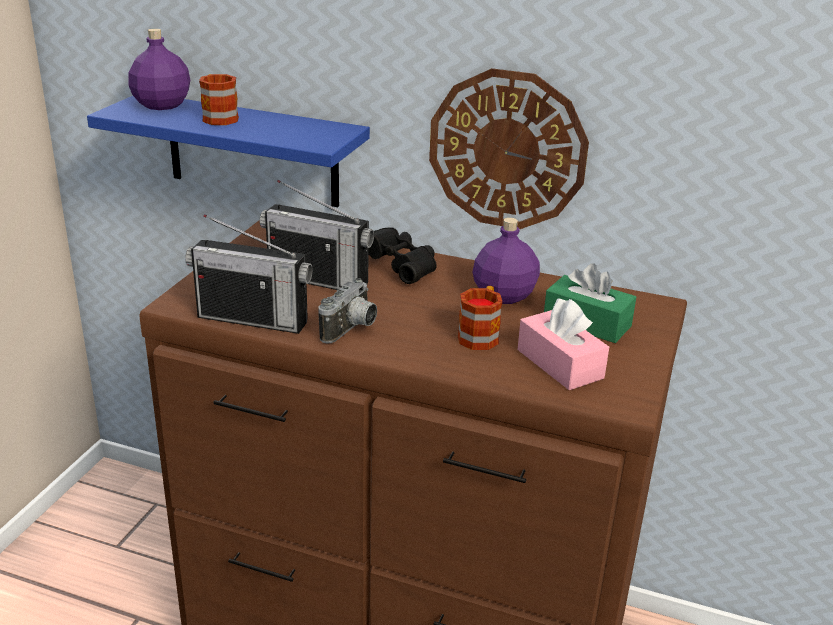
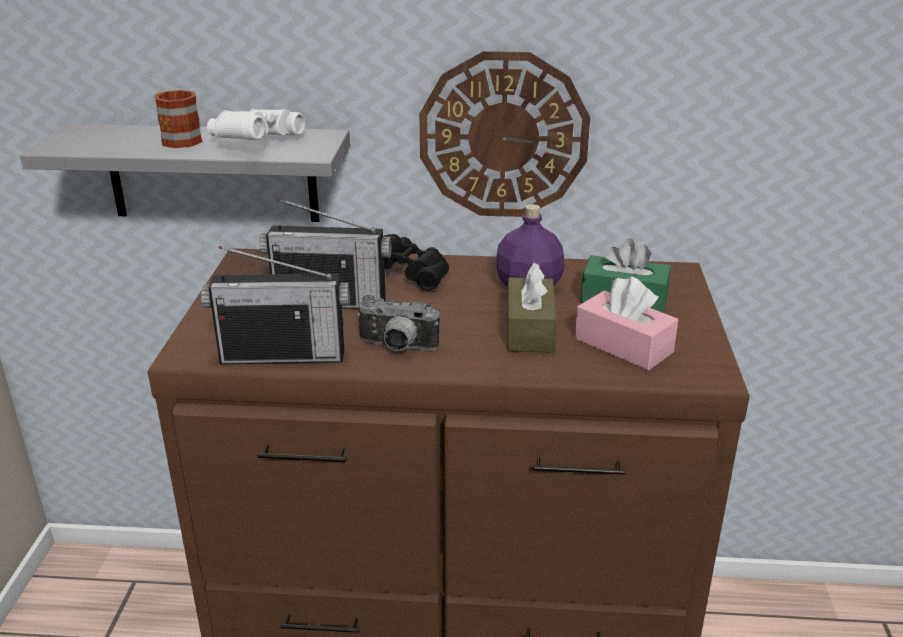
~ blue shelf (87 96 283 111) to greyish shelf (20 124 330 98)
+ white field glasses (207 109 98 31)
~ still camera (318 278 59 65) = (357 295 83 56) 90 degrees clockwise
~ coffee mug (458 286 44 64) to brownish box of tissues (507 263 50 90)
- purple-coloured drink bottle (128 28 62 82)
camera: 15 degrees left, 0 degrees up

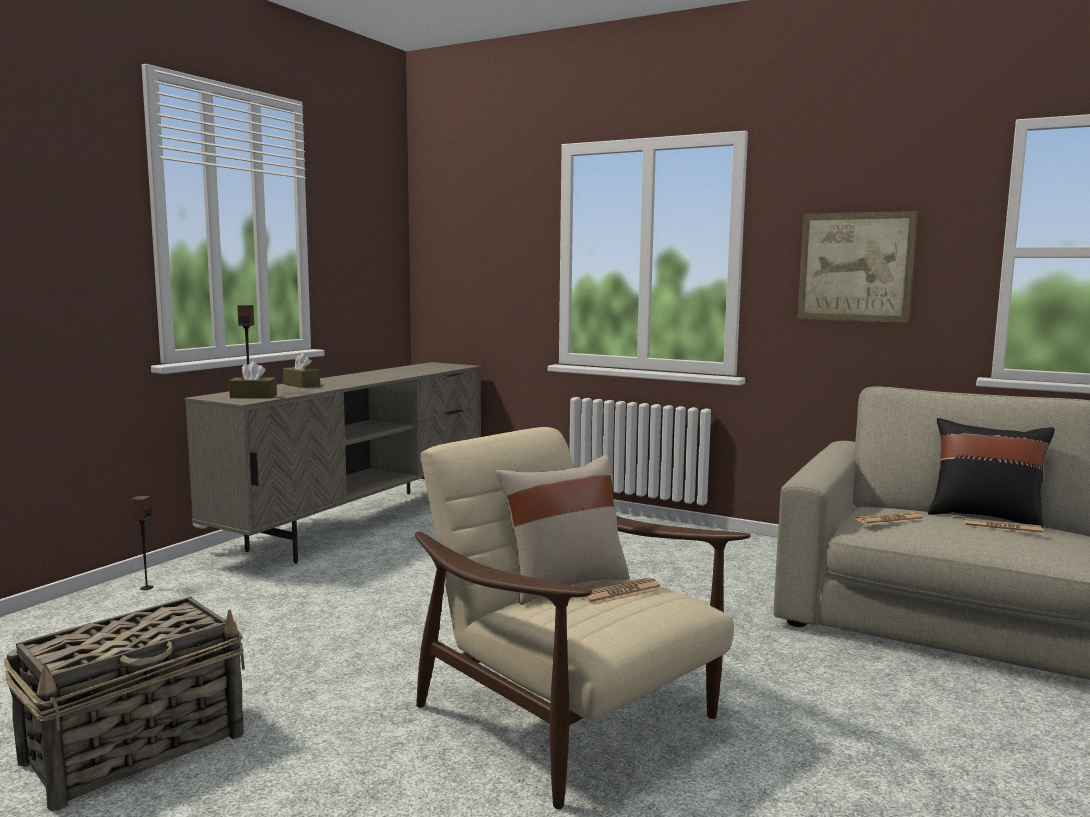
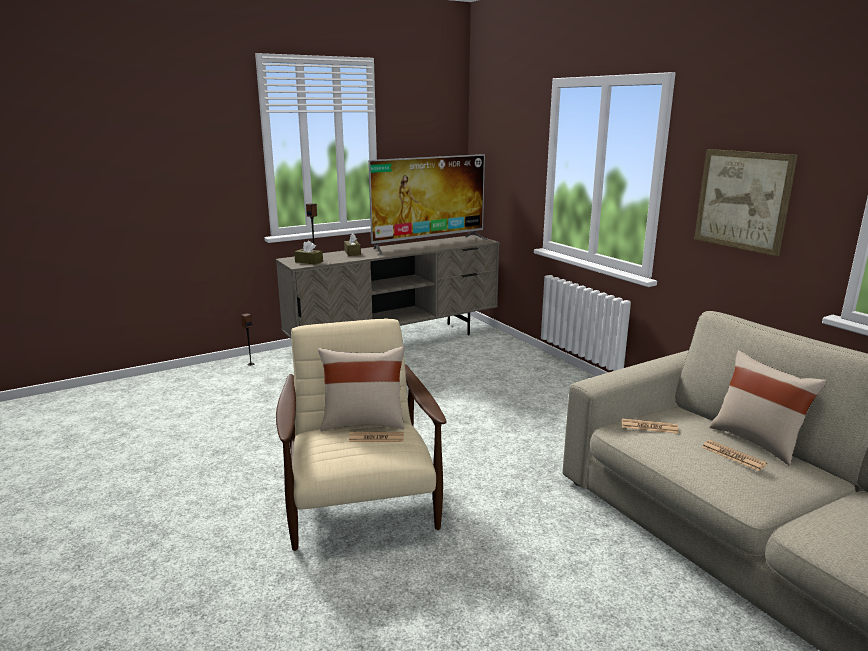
+ television (368 154 120 101)
~ black cushion (928 418 127 110) to beige cushion (710 350 117 116)
- household basket (4 596 241 215)
camera: 30 degrees right, 10 degrees up

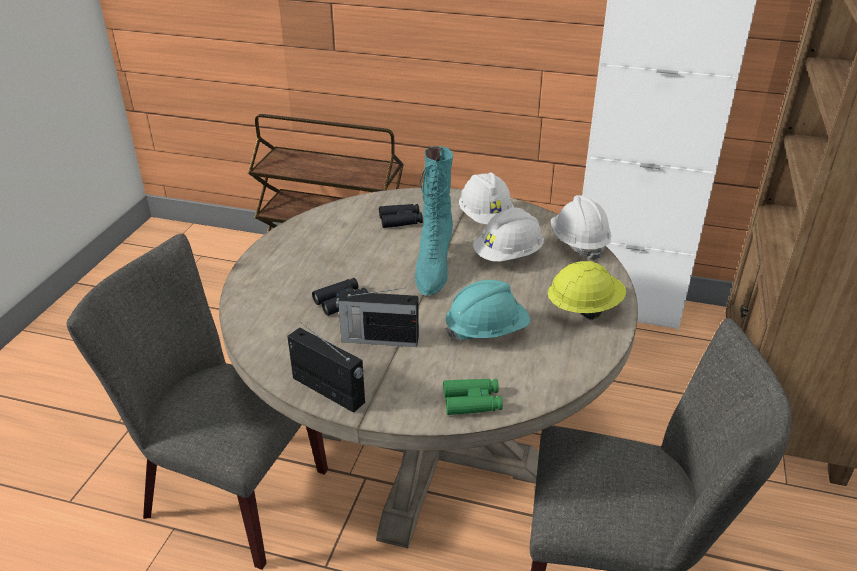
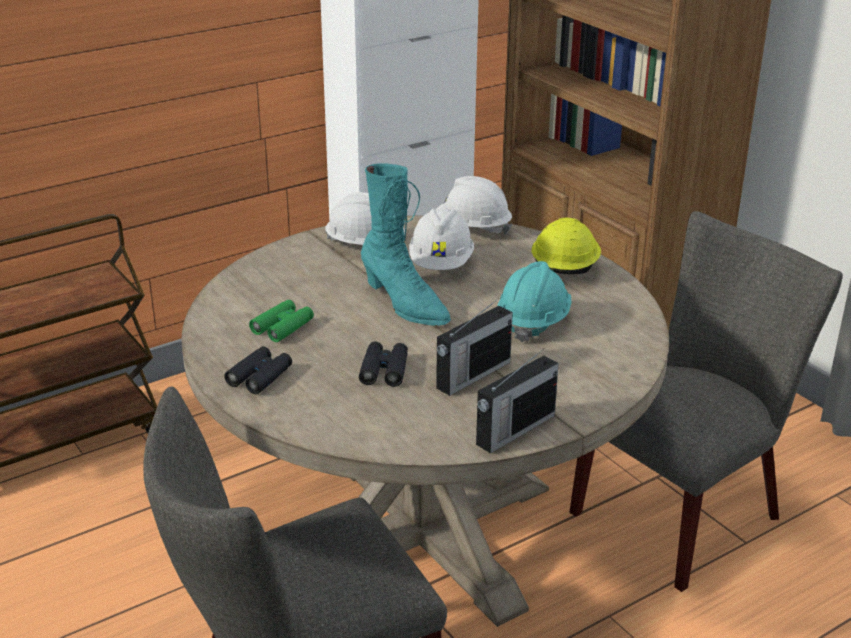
~ black field glasses (379 204 44 24) to (224 346 68 48)
~ green field glasses (443 379 60 36) to (249 300 65 42)
~ radio receiver (287 323 78 90) = (476 349 83 105) 150 degrees clockwise
camera: 50 degrees left, 5 degrees down

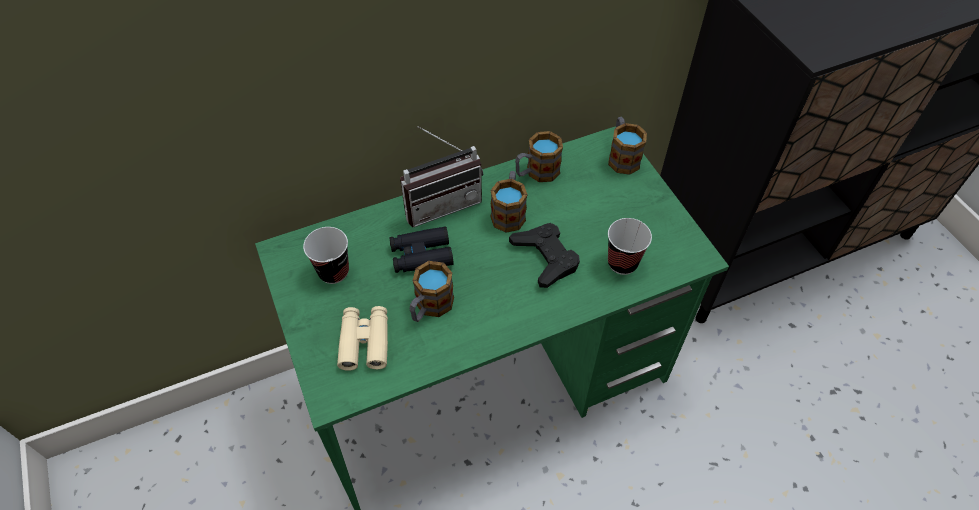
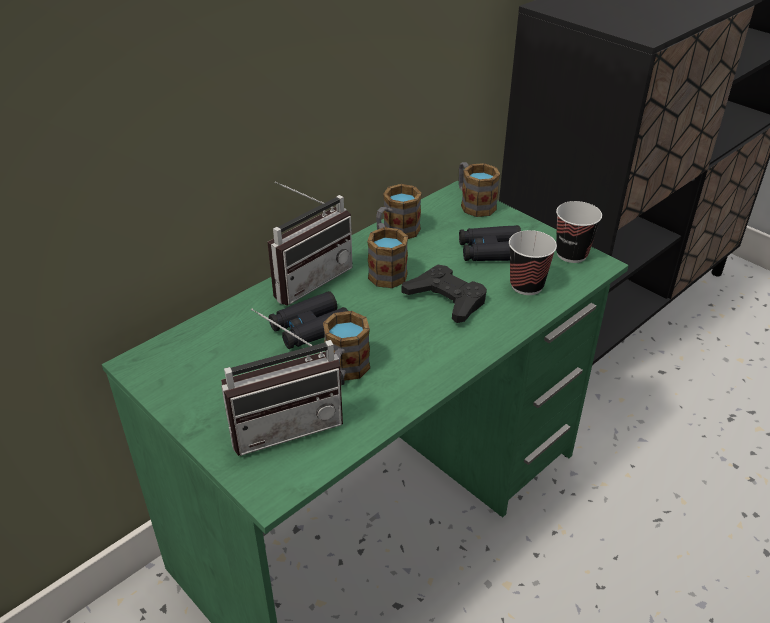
~ beige field glasses (337 306 51 65) to radio receiver (221 308 124 148)
+ black field glasses (459 225 62 36)
~ drinking cup (303 227 46 57) to (556 201 46 62)
camera: 20 degrees left, 15 degrees down

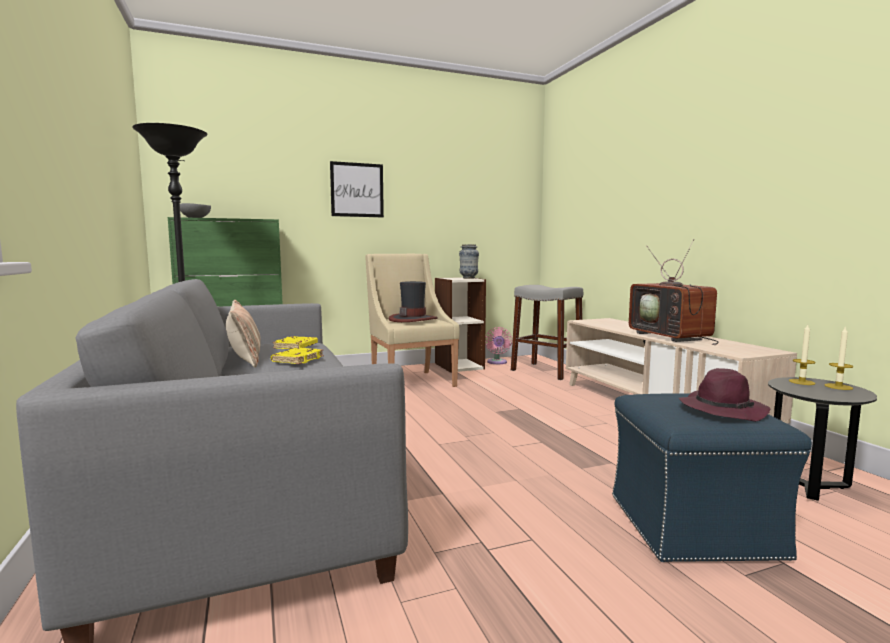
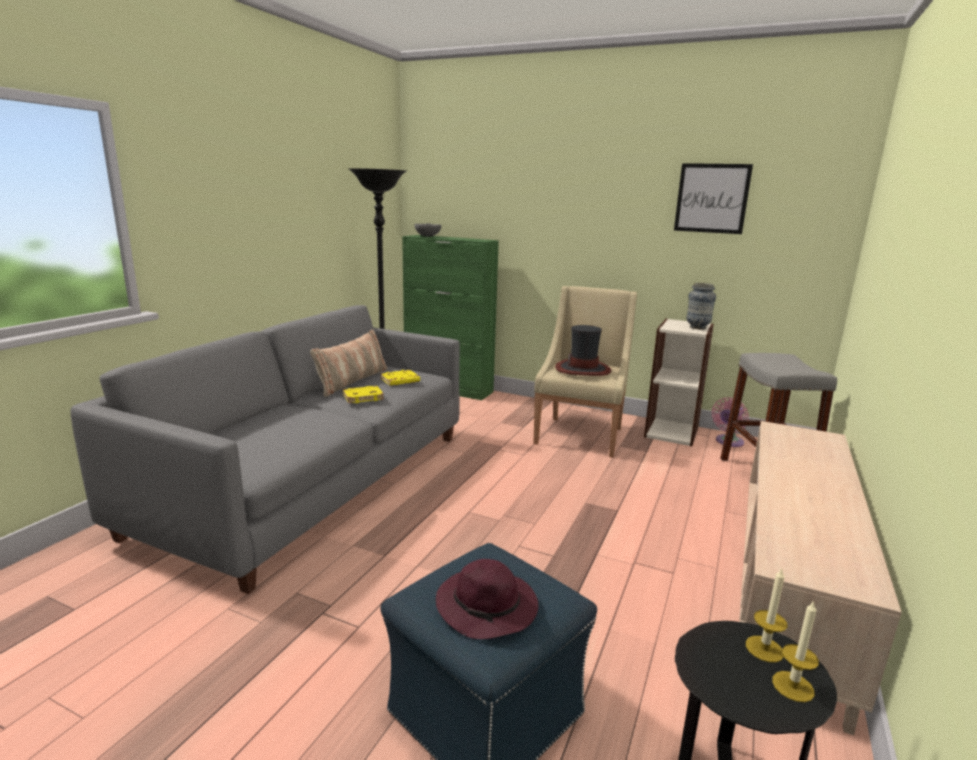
~ wall art (330 161 54 56) to (674 163 79 71)
- television (629 239 90 106)
camera: 45 degrees right, 10 degrees up

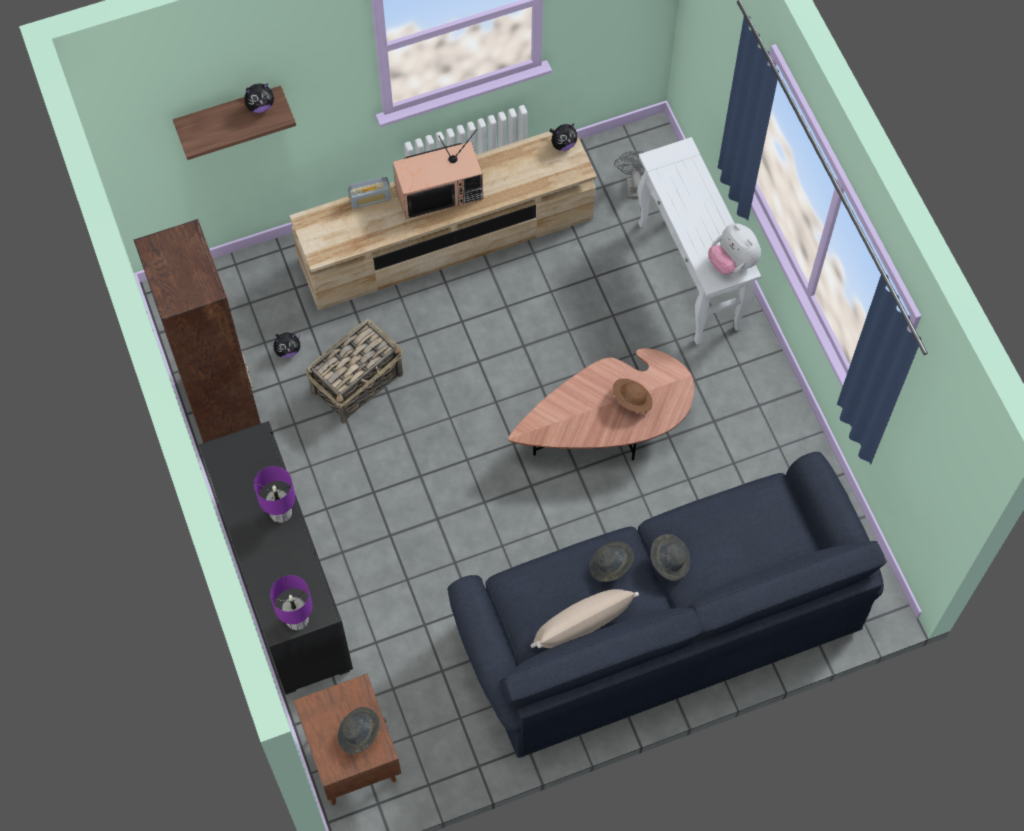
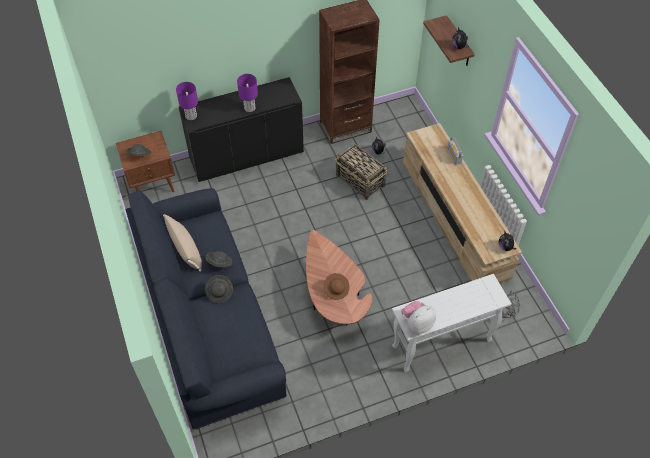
- television (393 129 90 90)
camera: 90 degrees right, 10 degrees down

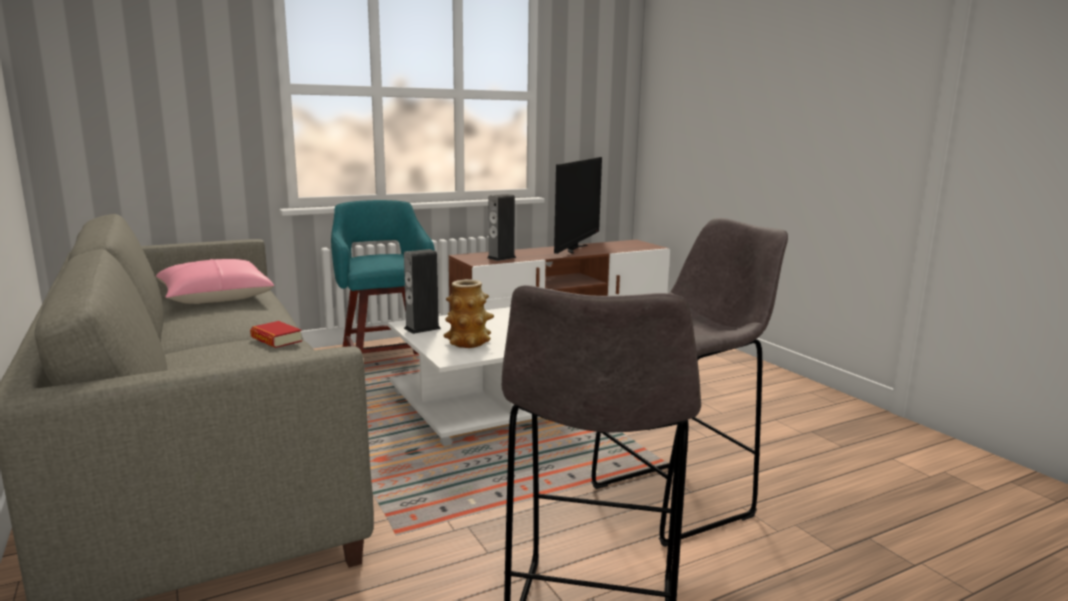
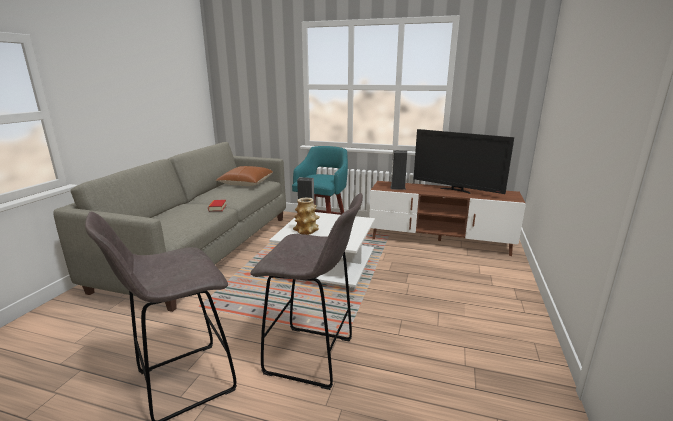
~ pink-coloured cushion (156 259 118 45) to brownish cushion (216 166 57 20)
~ television (554 157 48 97) = (414 129 100 65) 60 degrees clockwise
camera: 45 degrees right, 5 degrees up

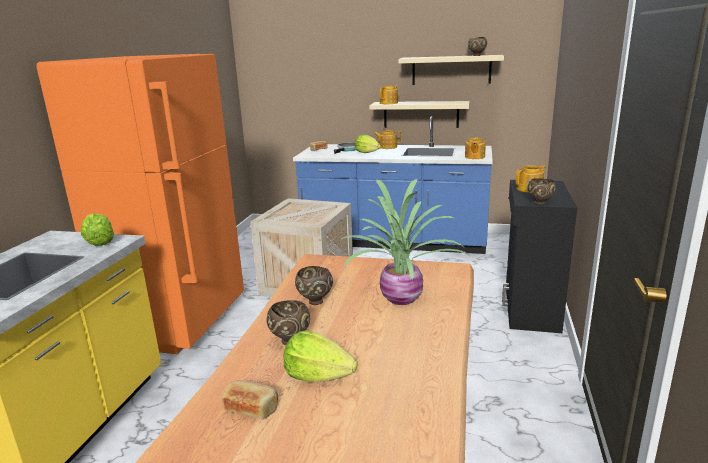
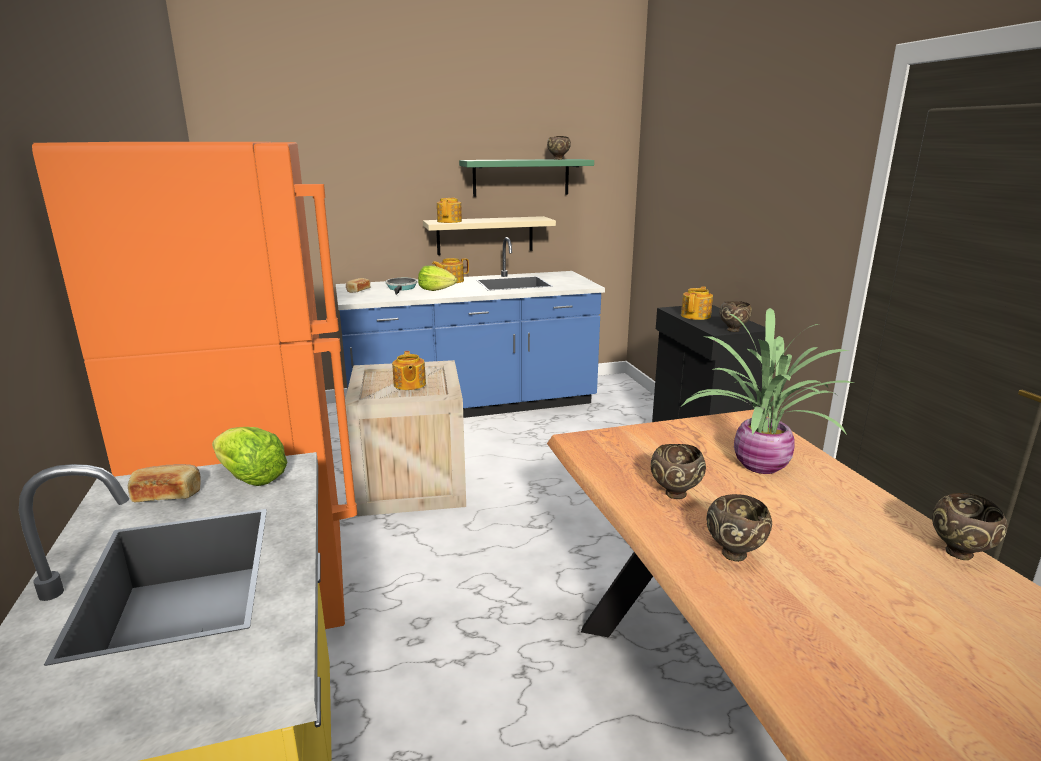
~ bread (222 380 56 39) to (128 464 72 38)
~ pot for tea (465 137 21 22) to (392 351 34 39)
~ beige shelf (398 55 106 30) to green shelf (459 159 135 38)
+ brownish deep dish (932 493 76 67)
- lettuce (283 330 75 52)
camera: 30 degrees left, 0 degrees up

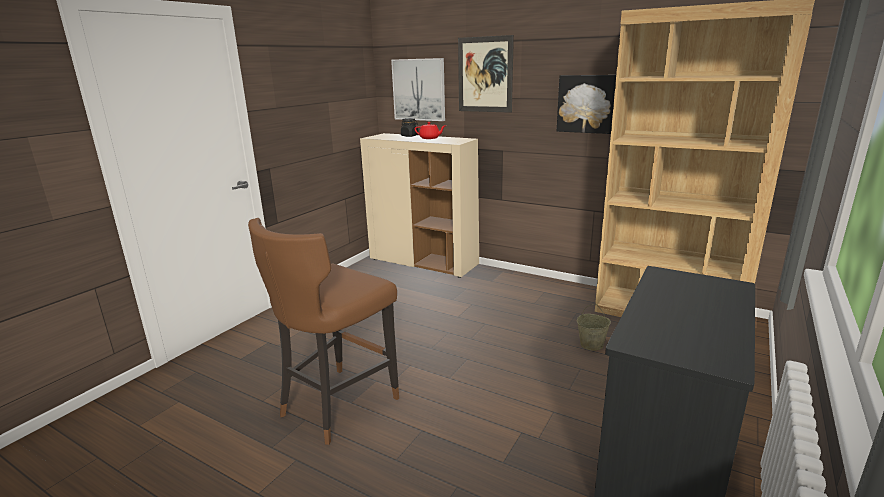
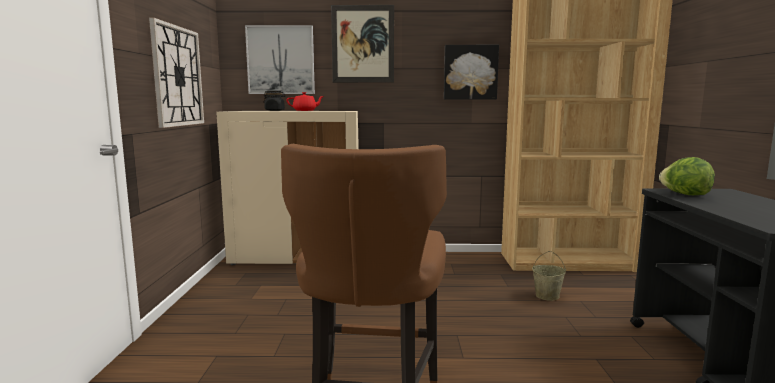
+ hanging clock (149 18 55 110)
+ lettuce (659 157 56 38)
camera: 30 degrees left, 10 degrees down

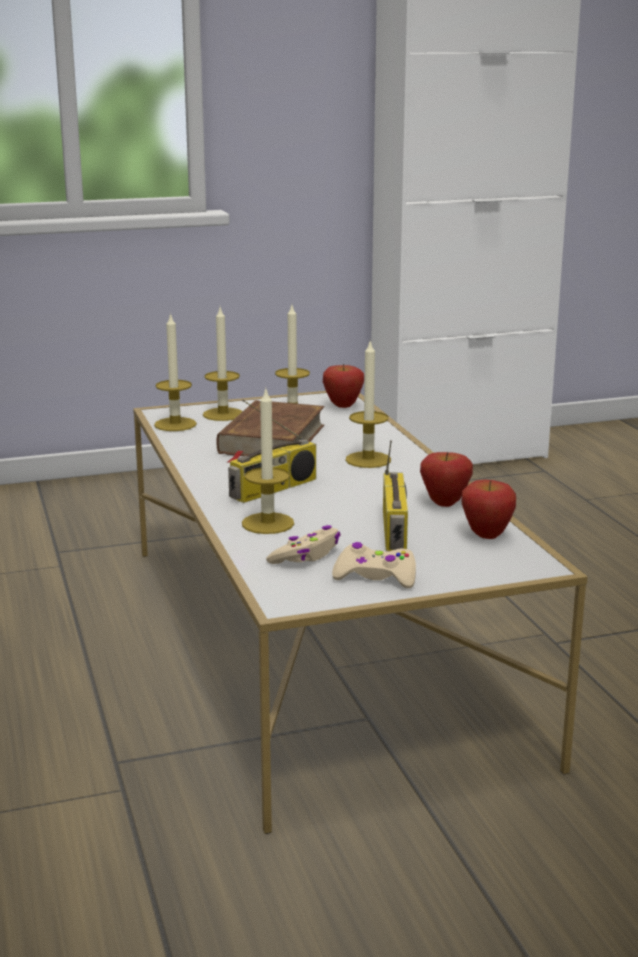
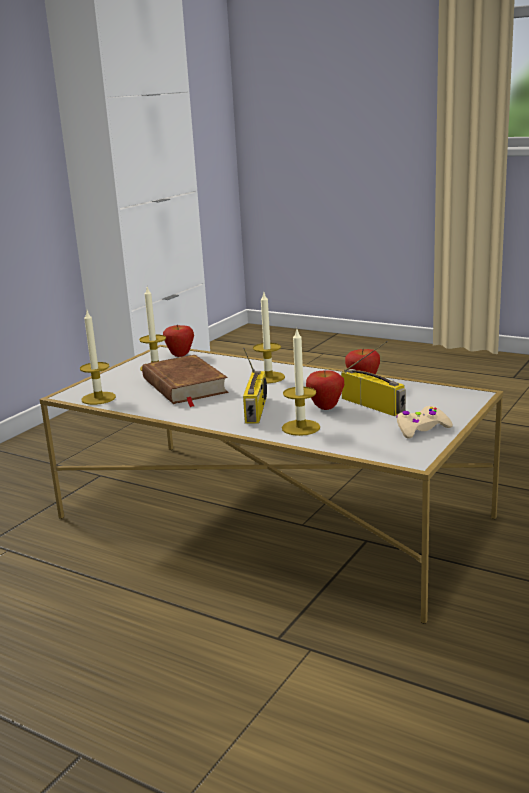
~ whole apple (462 480 54 59) to (306 370 38 40)
- candle (203 308 40 113)
- beige gamepad (266 525 75 39)
camera: 40 degrees left, 0 degrees up

